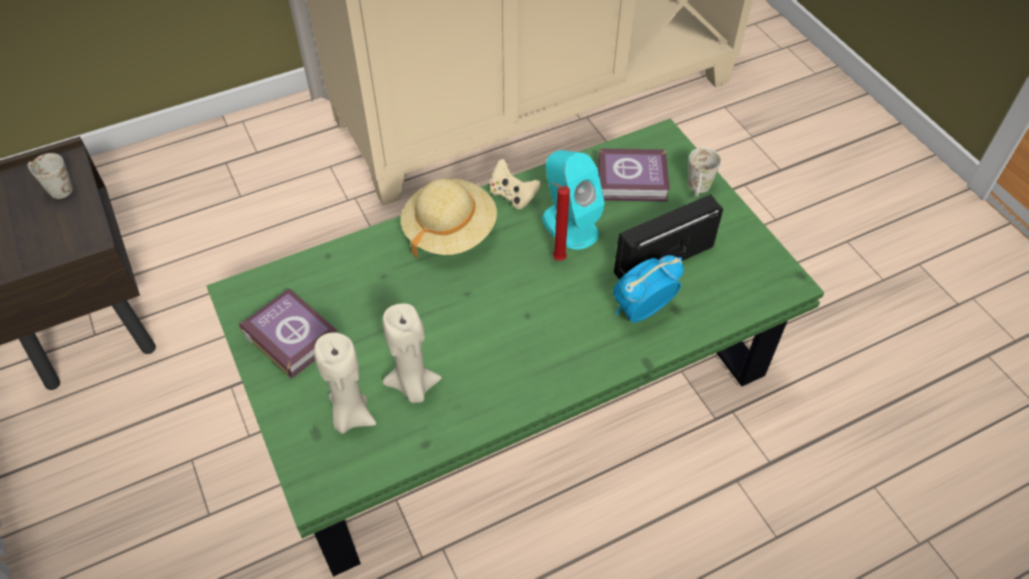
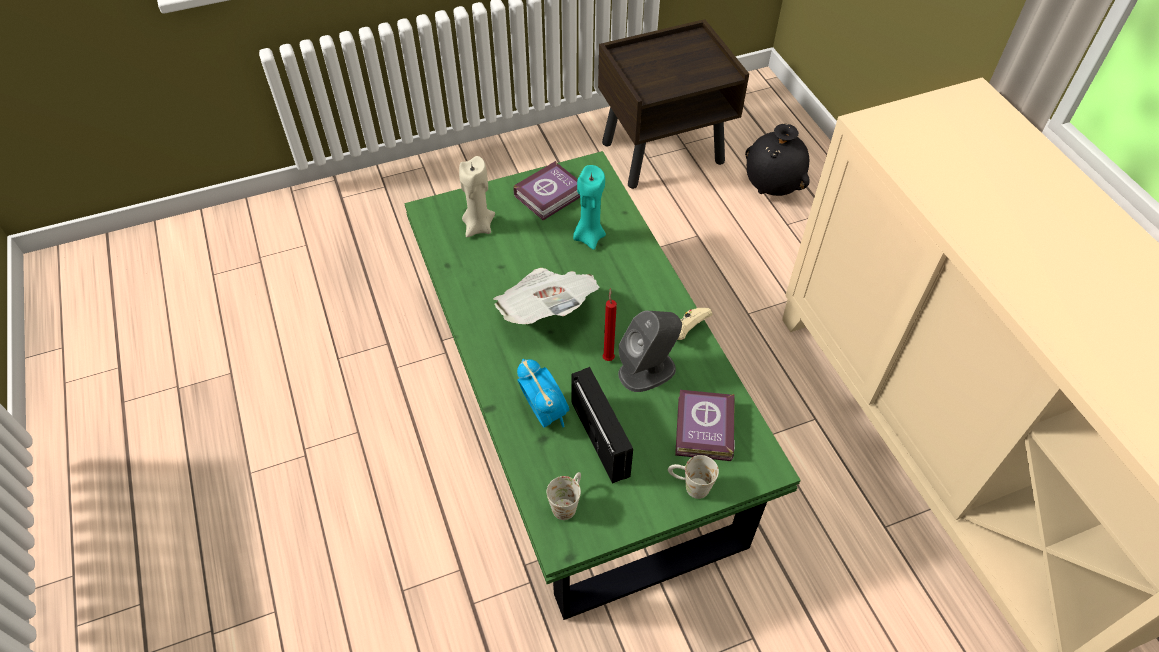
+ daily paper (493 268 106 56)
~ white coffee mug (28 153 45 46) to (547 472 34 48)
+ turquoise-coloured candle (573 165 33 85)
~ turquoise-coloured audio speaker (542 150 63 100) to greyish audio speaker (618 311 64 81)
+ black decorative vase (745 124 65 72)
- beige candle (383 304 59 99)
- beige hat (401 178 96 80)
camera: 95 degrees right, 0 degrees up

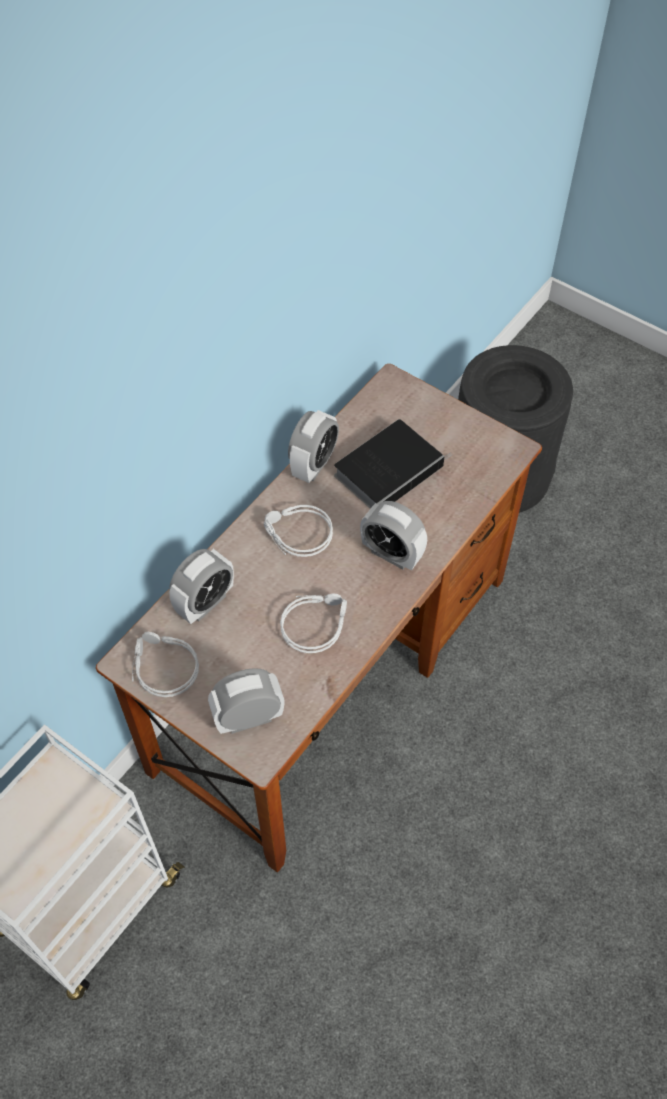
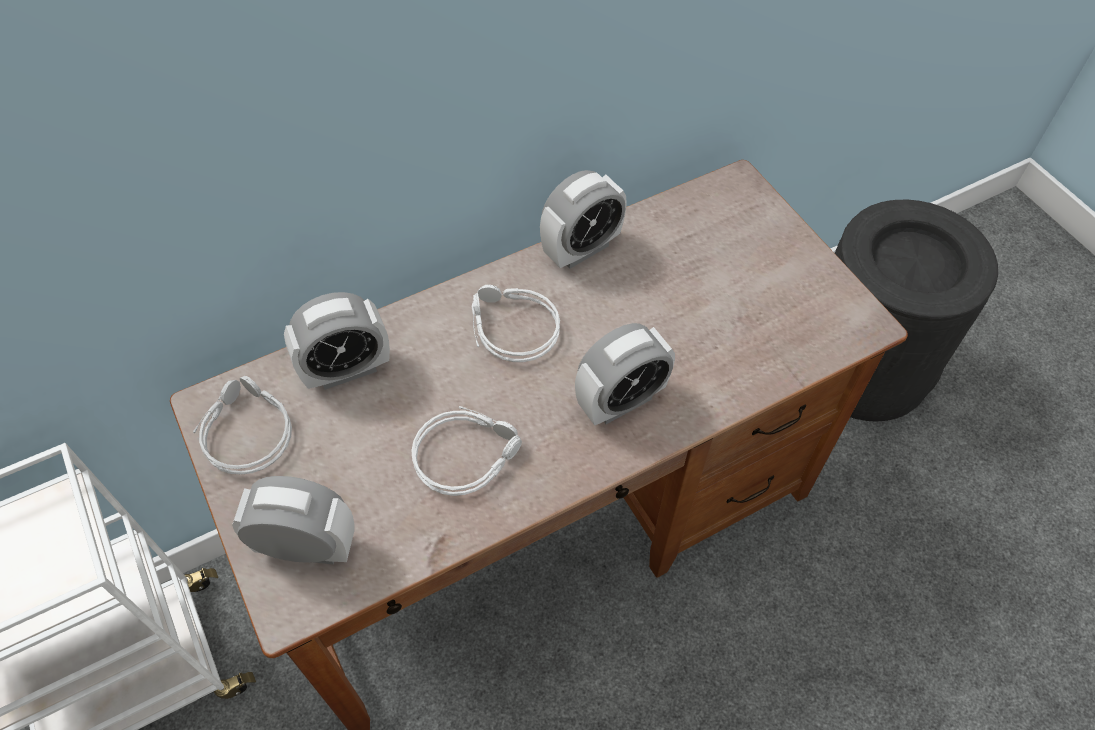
~ bedside clock (360 501 67 69) = (575 323 100 103) 90 degrees counterclockwise
- book (334 419 118 90)
camera: 25 degrees right, 0 degrees up

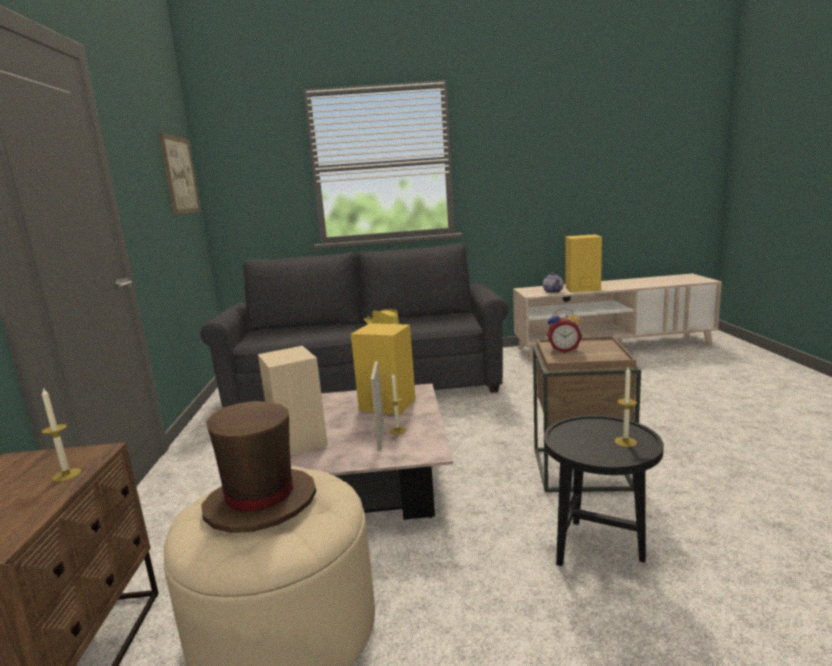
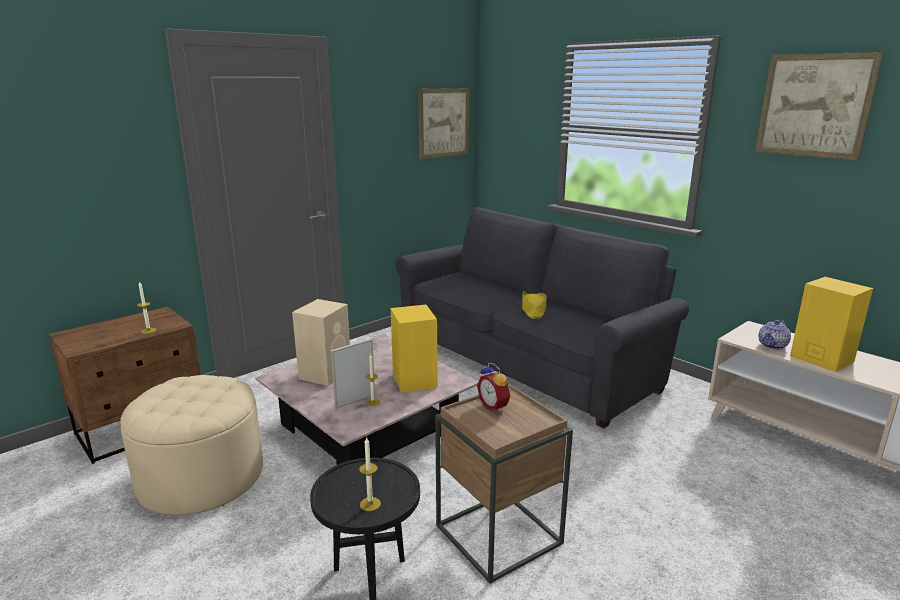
+ wall art (755 52 129 108)
- brownish hat (201 401 115 132)
camera: 50 degrees right, 5 degrees up

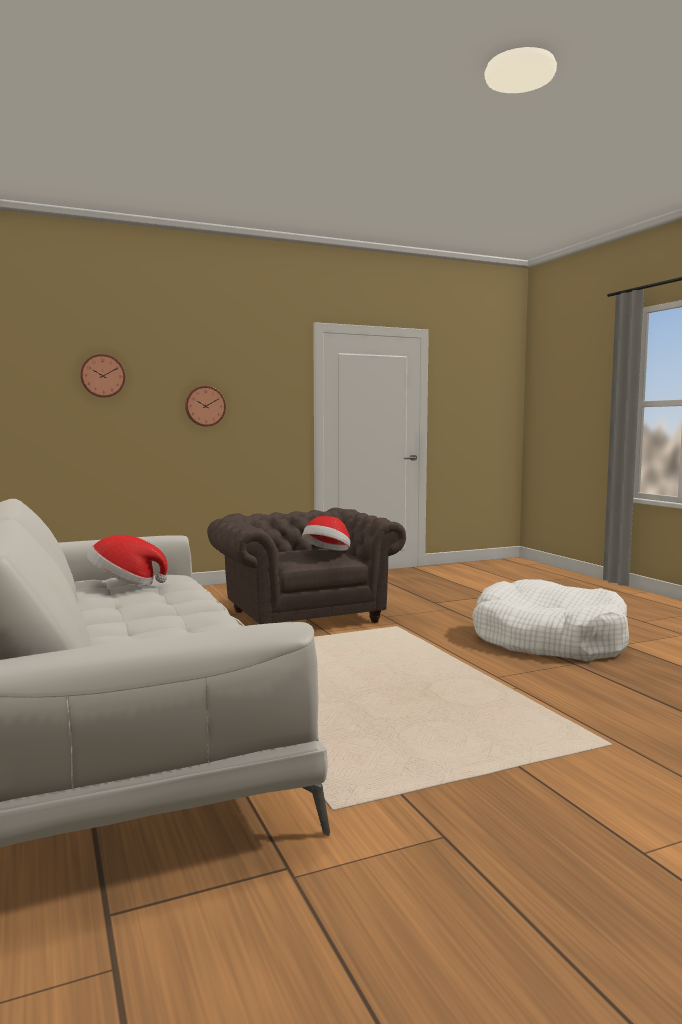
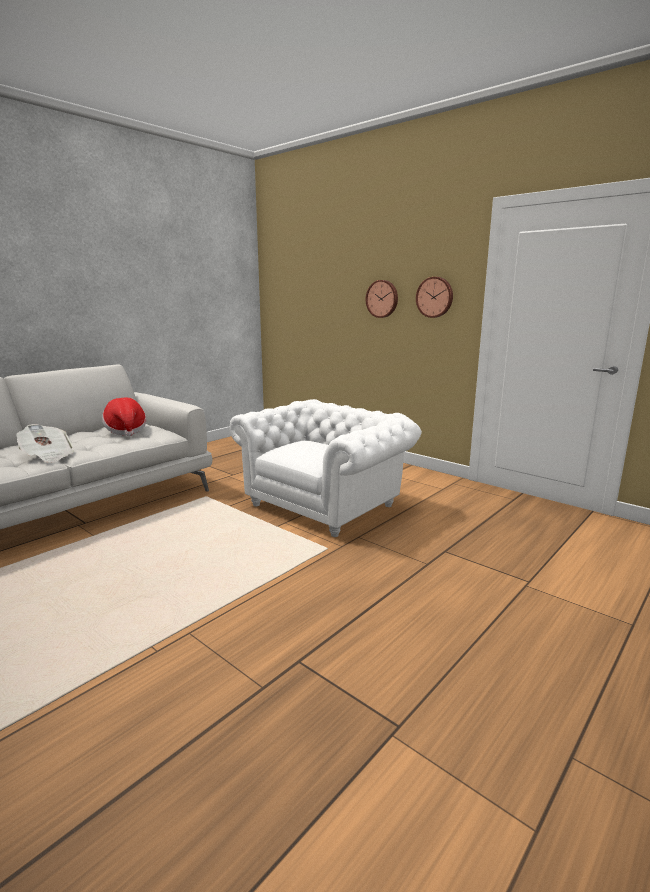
+ daily paper (16 424 58 39)
~ brownish lounge chair (207 508 199 116) to white lounge chair (230 399 192 138)
~ hanging clock (80 354 45 44) to (416 277 37 41)
- hat (302 516 48 35)
- white pet bed (472 579 157 83)
camera: 65 degrees right, 10 degrees up

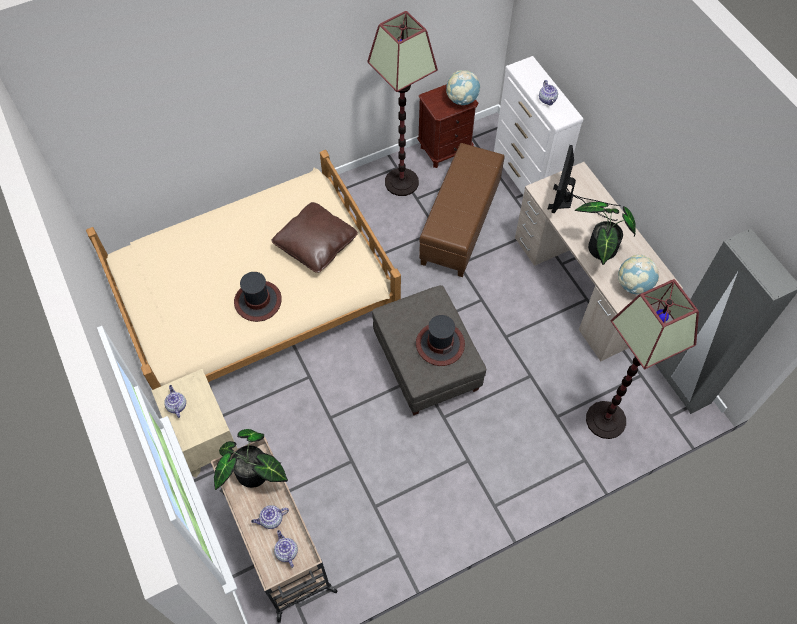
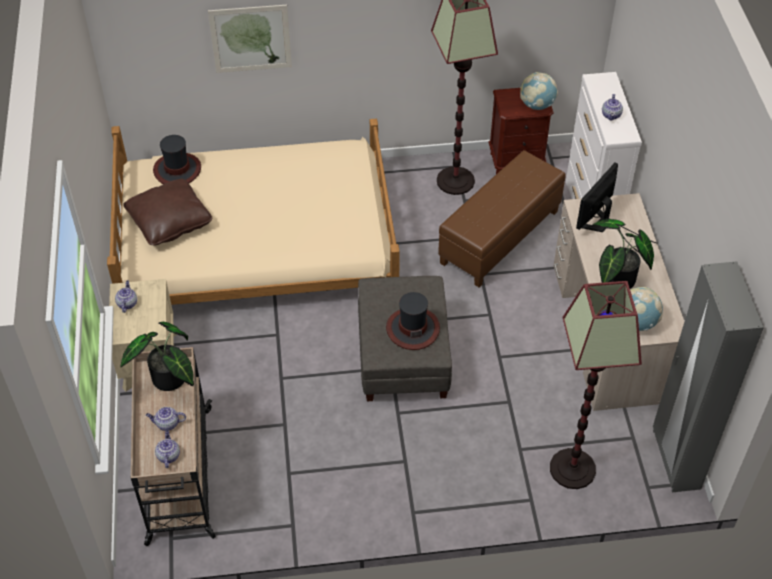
~ brownish cushion (271 202 87 71) to (123 179 89 66)
~ hat (234 272 48 50) to (153 135 48 49)
+ wall art (208 5 84 68)
camera: 20 degrees right, 10 degrees down

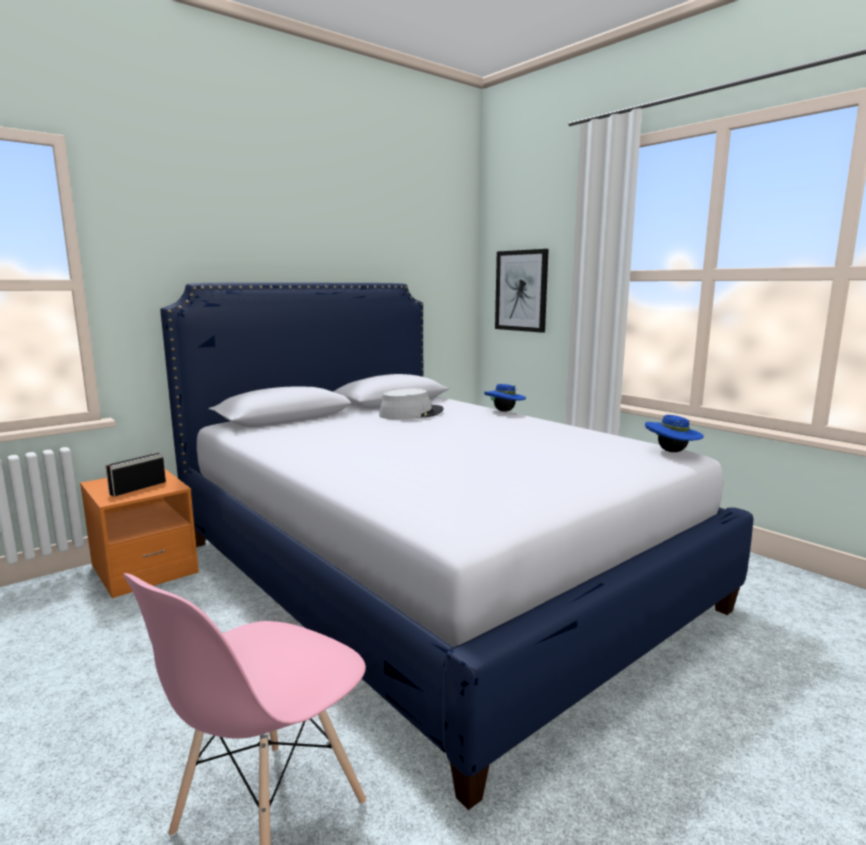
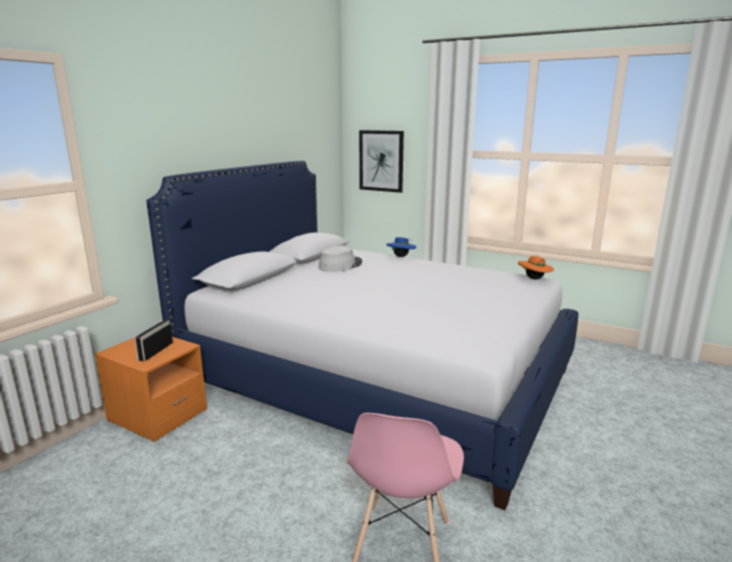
~ blue hat (645 415 59 37) to orange-coloured hat (518 256 36 24)
camera: 20 degrees left, 5 degrees up

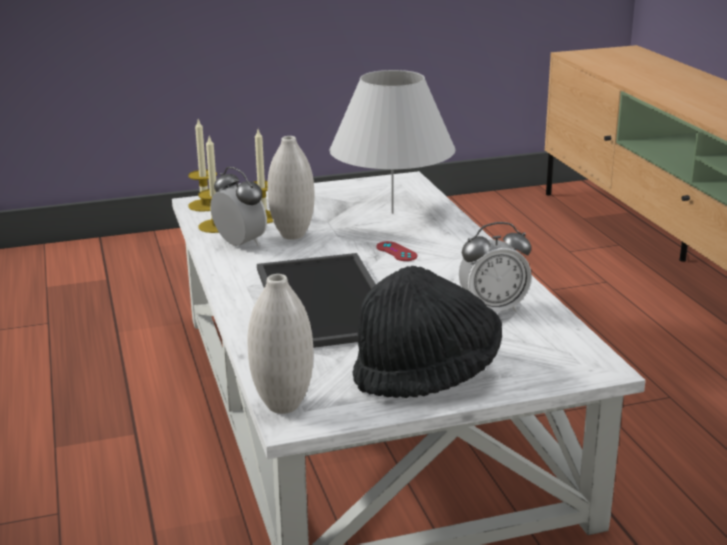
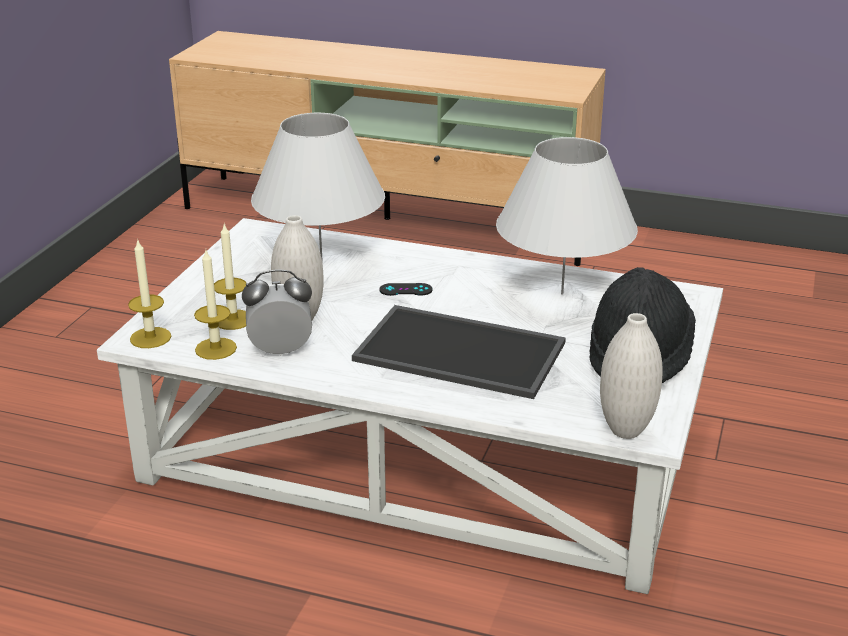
~ reddish gamepad (376 241 41 20) to black gamepad (379 283 54 13)
~ bedside clock (459 222 73 90) to white tabletop lamp (496 137 142 158)
camera: 55 degrees left, 5 degrees up

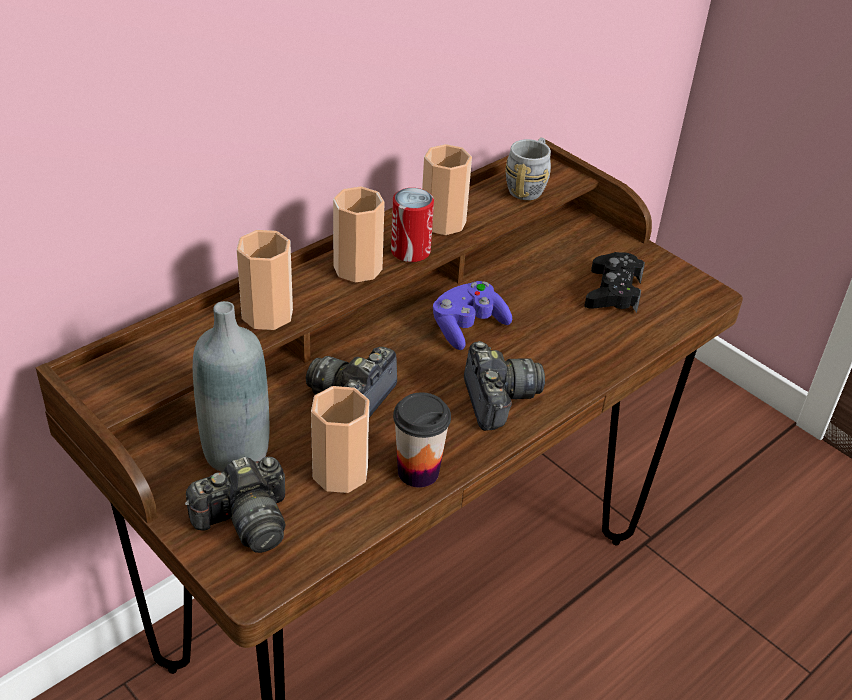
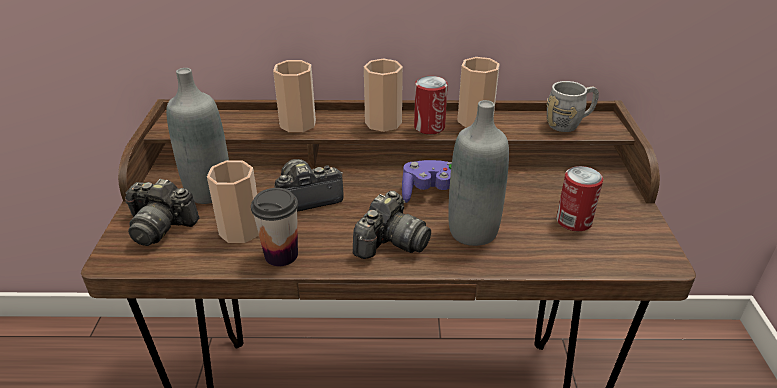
+ greyish drink bottle (448 100 61 146)
~ black gamepad (584 252 61 61) to sealed can (556 166 47 65)
camera: 45 degrees right, 5 degrees down

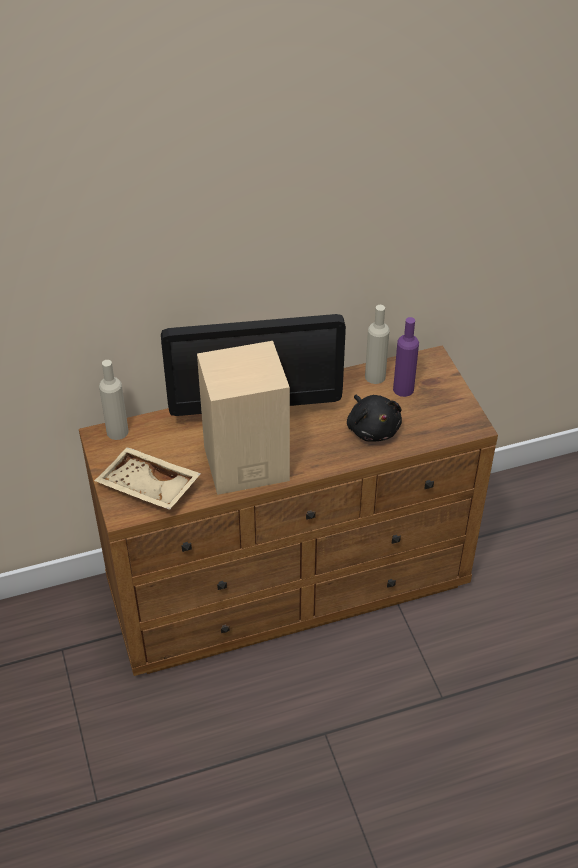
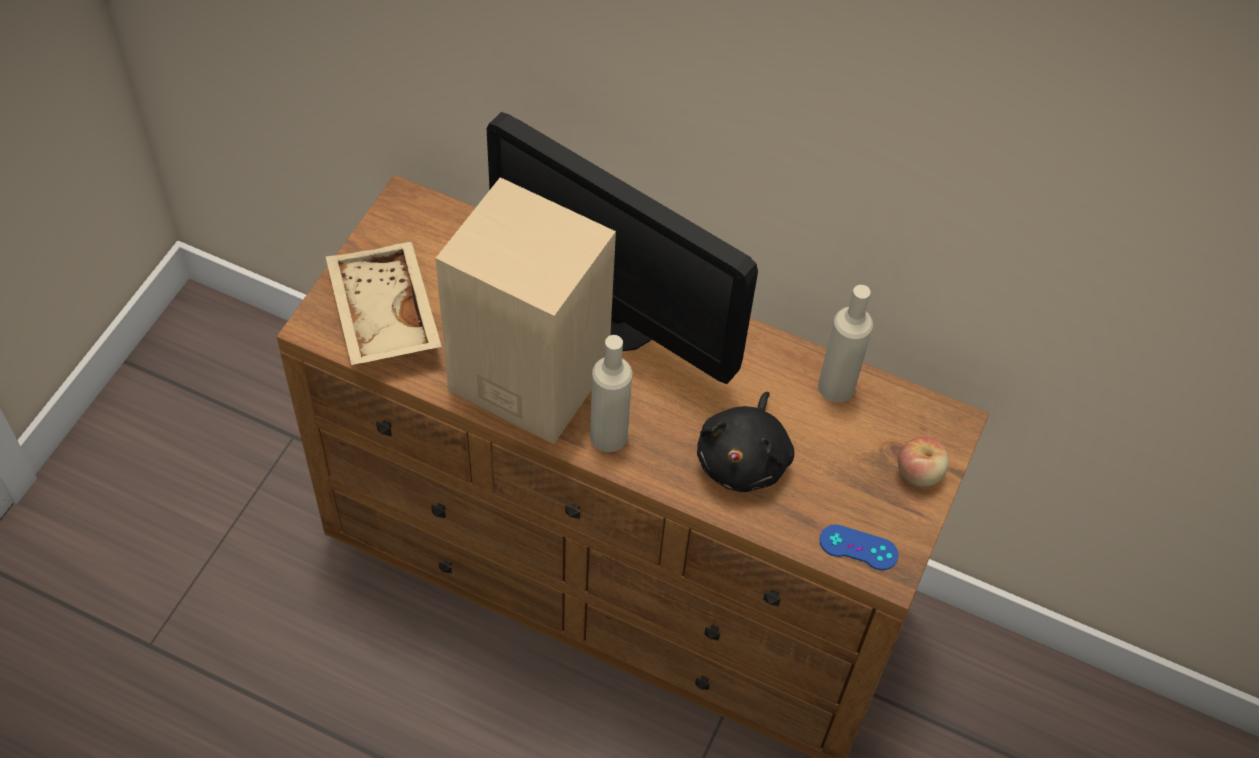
~ beige drink bottle (99 360 29 80) to (590 335 42 117)
+ blue gamepad (819 525 79 45)
+ whole apple (898 437 51 50)
- purple-coloured drink bottle (393 317 26 80)
camera: 40 degrees right, 10 degrees up

